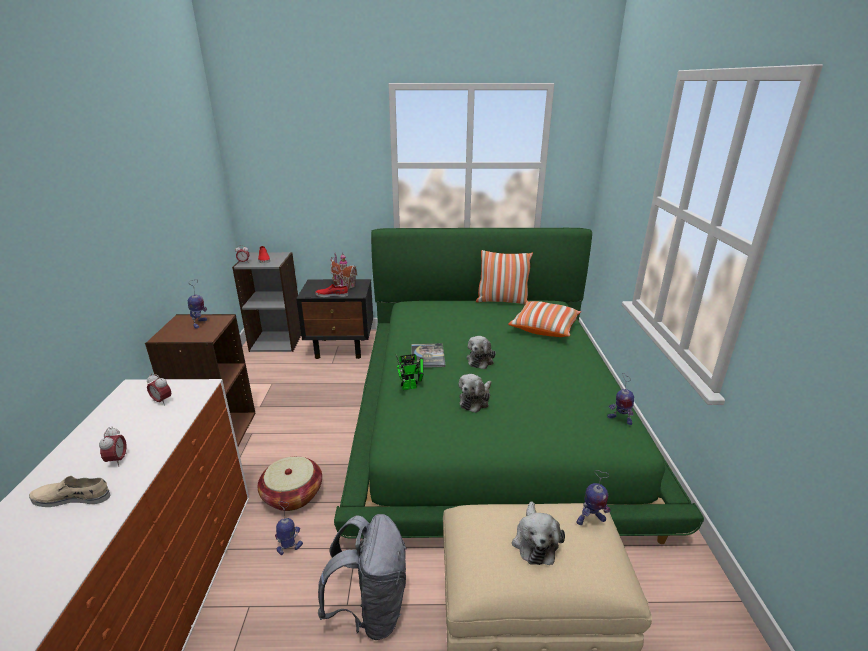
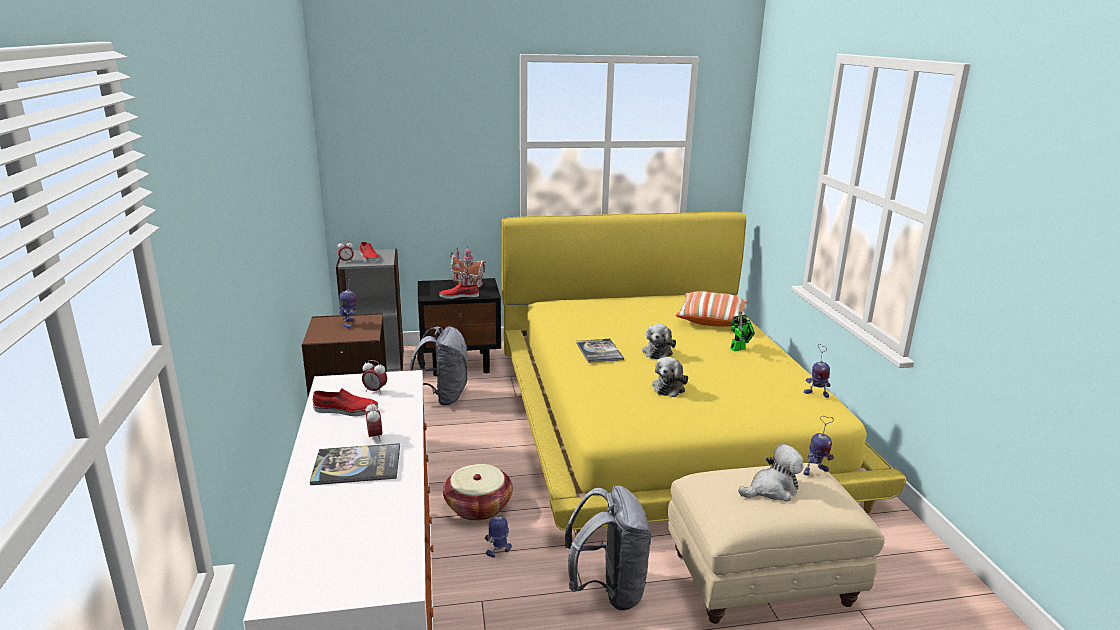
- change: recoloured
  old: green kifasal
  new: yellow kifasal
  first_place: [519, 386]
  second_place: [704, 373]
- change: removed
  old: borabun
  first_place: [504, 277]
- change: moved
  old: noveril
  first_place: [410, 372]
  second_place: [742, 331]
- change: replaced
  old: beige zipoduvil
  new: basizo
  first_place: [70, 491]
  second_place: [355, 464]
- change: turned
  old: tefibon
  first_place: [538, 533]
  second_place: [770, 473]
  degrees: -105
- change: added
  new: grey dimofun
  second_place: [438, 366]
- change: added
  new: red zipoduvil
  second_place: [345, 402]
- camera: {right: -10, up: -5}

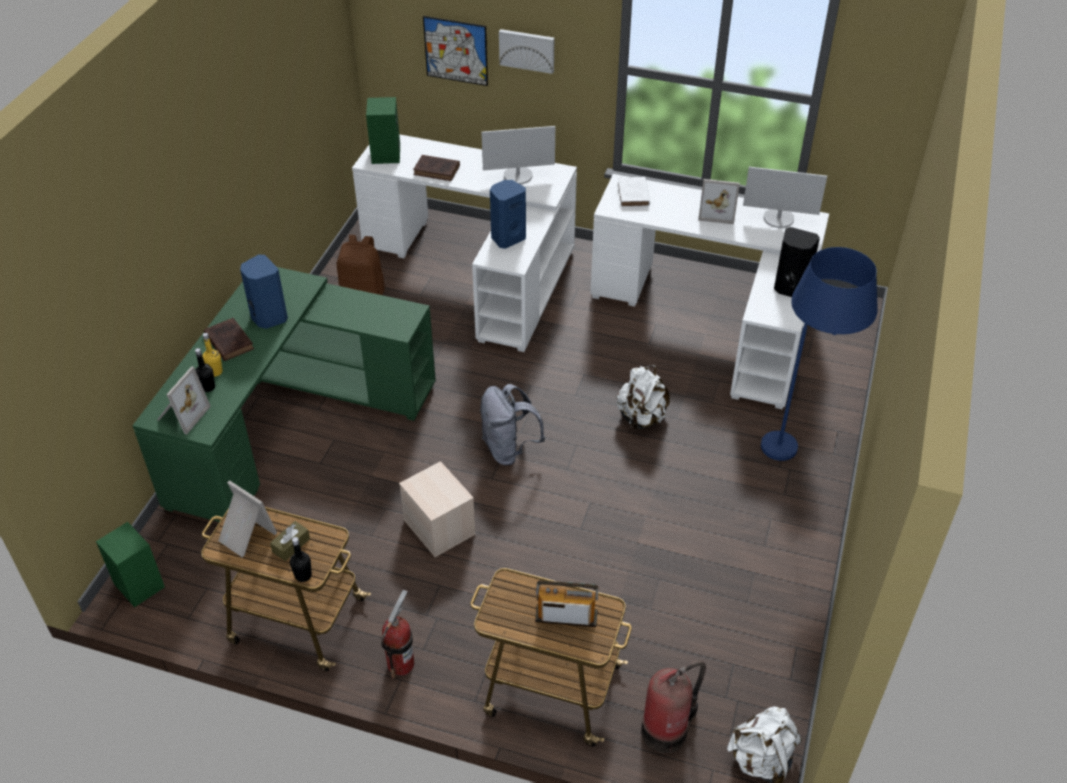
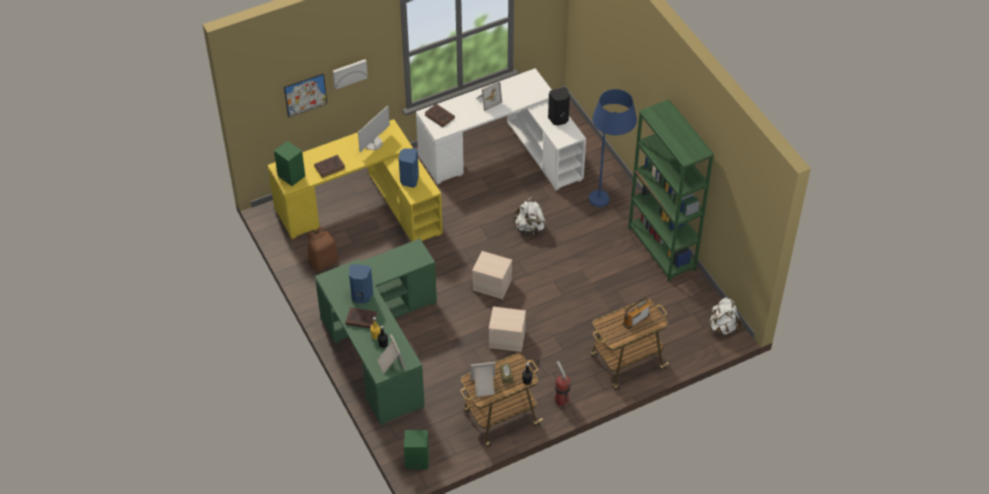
- change: recoloured
  old: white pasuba
  new: yellow pasuba
  first_place: [464, 243]
  second_place: [355, 180]
- change: removed
  old: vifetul
  first_place: [785, 197]
- change: recoloured
  old: white basizo
  new: brown basizo
  first_place: [633, 192]
  second_place: [440, 115]
- change: replaced
  old: grey dimofun
  new: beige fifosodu
  first_place: [512, 425]
  second_place: [492, 275]
- change: removed
  old: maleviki
  first_place: [673, 706]
- change: added
  new: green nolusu
  second_place: [671, 190]
- camera: {right: -45, up: 5}

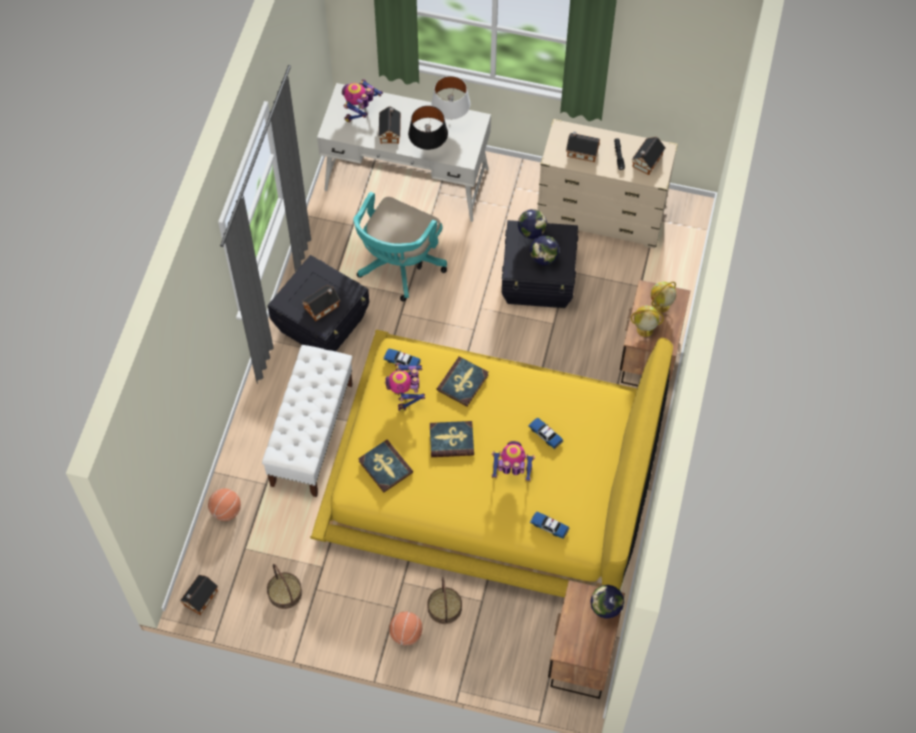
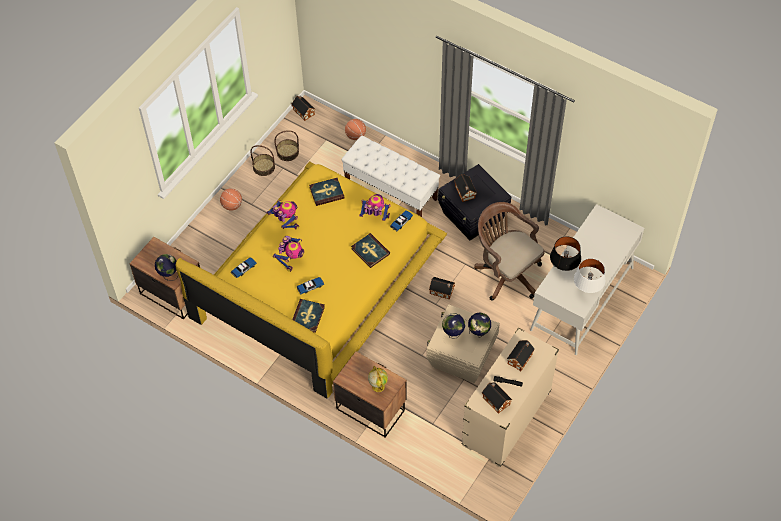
- change: moved
  old: noveril
  first_place: [362, 100]
  second_place: [283, 214]
- change: moved
  old: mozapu
  first_place: [390, 125]
  second_place: [442, 288]
- change: recoloured
  old: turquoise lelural
  new: brown lelural
  first_place: [400, 246]
  second_place: [509, 251]
- change: recoloured
  old: black fifosodu
  new: beige fifosodu
  first_place: [540, 264]
  second_place: [463, 343]
- change: removed
  old: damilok
  first_place: [647, 321]
- change: moved
  old: basizo
  first_place: [452, 439]
  second_place: [308, 316]
- change: moved
  old: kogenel
  first_place: [444, 600]
  second_place: [262, 160]
- camera: {right: 110, up: -5}

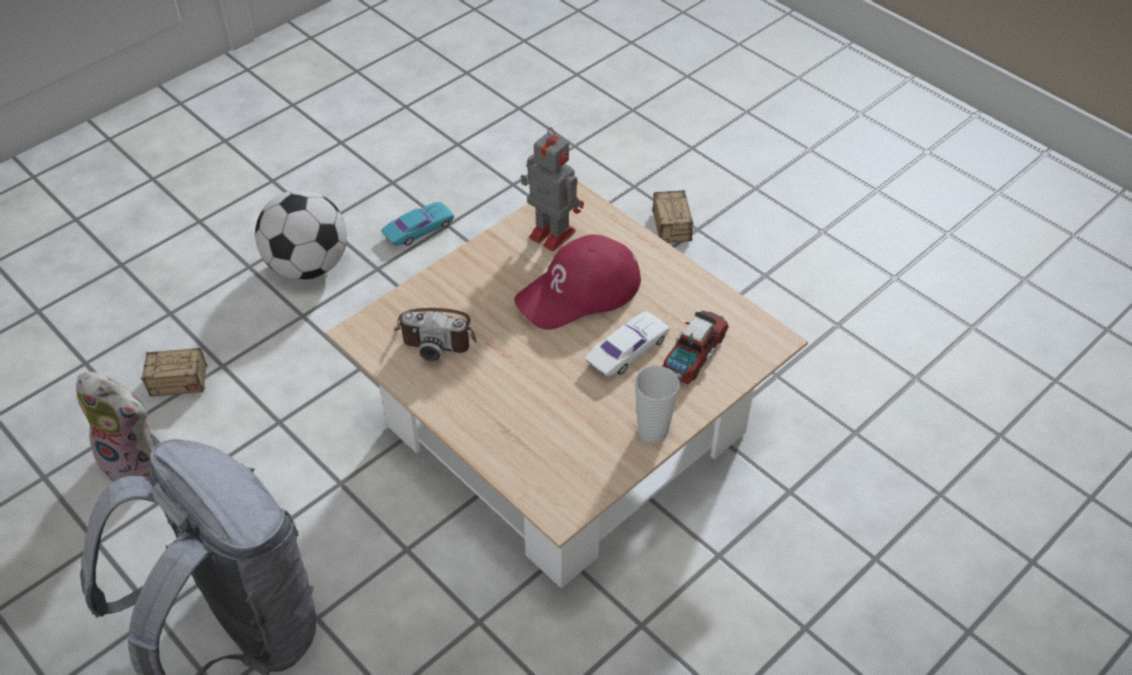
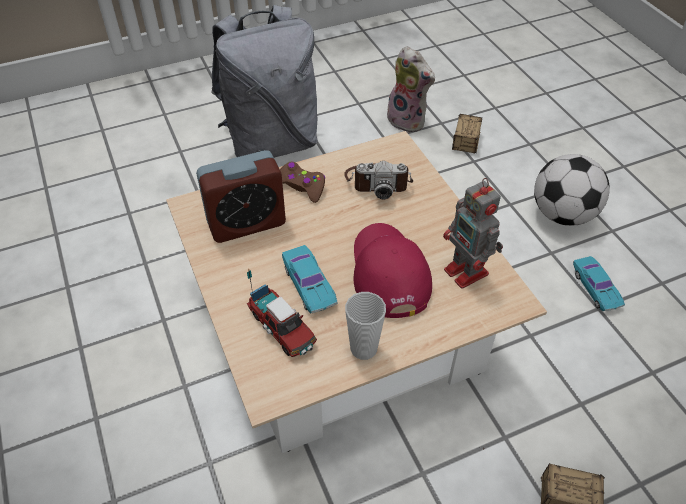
- change: turned
  old: noveril
  first_place: [552, 189]
  second_place: [473, 233]
  degrees: 90
- change: turned
  old: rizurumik
  first_place: [435, 334]
  second_place: [378, 180]
  degrees: -120
- change: recoloured
  old: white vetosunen
  new: turquoise vetosunen
  first_place: [627, 344]
  second_place: [309, 279]
- change: moved
  old: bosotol
  first_place: [657, 404]
  second_place: [365, 326]
- change: turned
  old: tefibon
  first_place: [116, 427]
  second_place: [411, 89]
  degrees: -90
- change: added
  new: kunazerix
  second_place: [241, 196]
- change: added
  new: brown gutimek
  second_place: [303, 182]
- camera: {right: 110, up: 0}

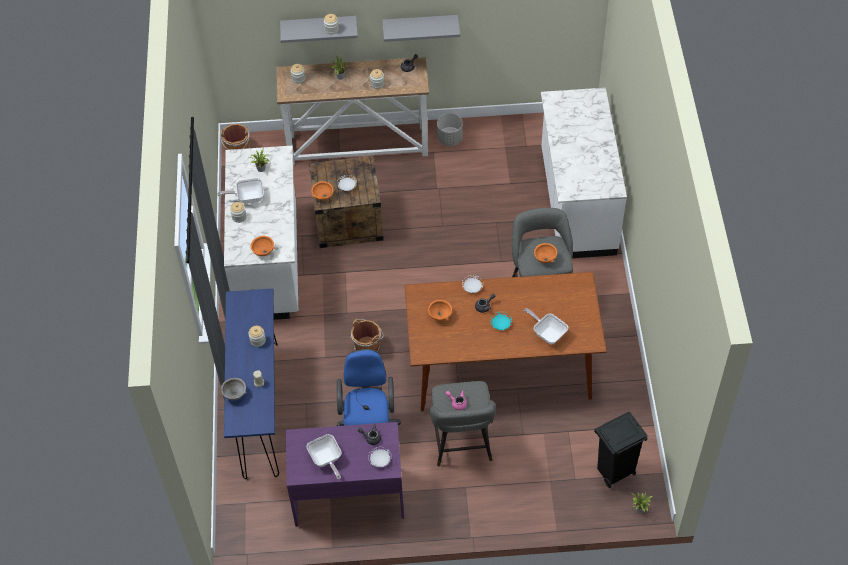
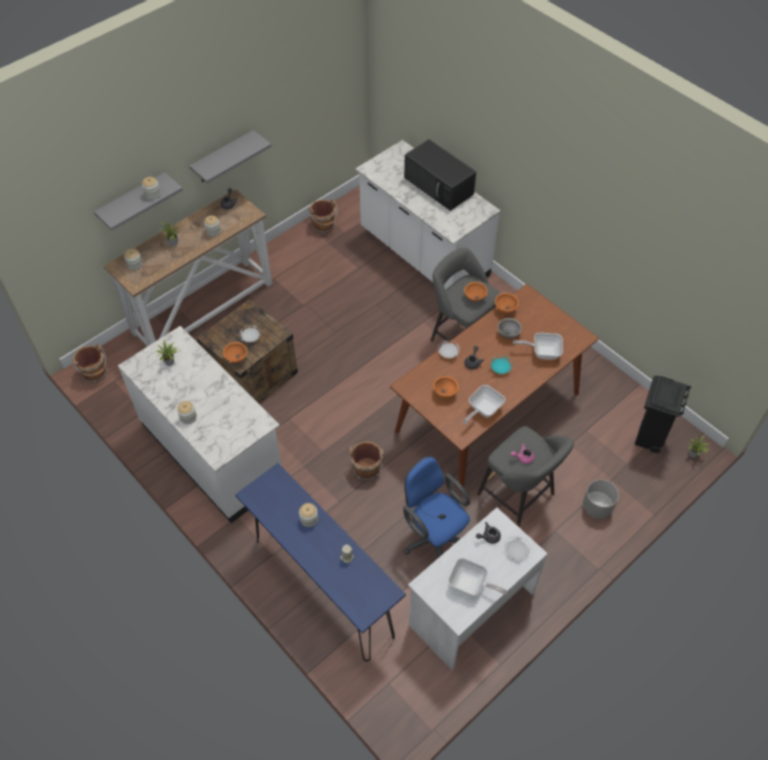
- change: moved
  old: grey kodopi
  first_place: [450, 129]
  second_place: [601, 499]
- change: moved
  old: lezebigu
  first_place: [240, 191]
  second_place: [484, 404]
- change: moved
  old: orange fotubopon
  first_place: [262, 246]
  second_place: [507, 303]
- change: moved
  old: grey fotubopon
  first_place: [233, 389]
  second_place: [509, 328]
- change: recoloured
  old: purple pasuba
  new: white pasuba
  first_place: [345, 474]
  second_place: [478, 588]
- change: added
  new: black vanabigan
  second_place: [440, 175]
- change: added
  new: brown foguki
  second_place: [323, 216]
- camera: {right: -40, up: 0}

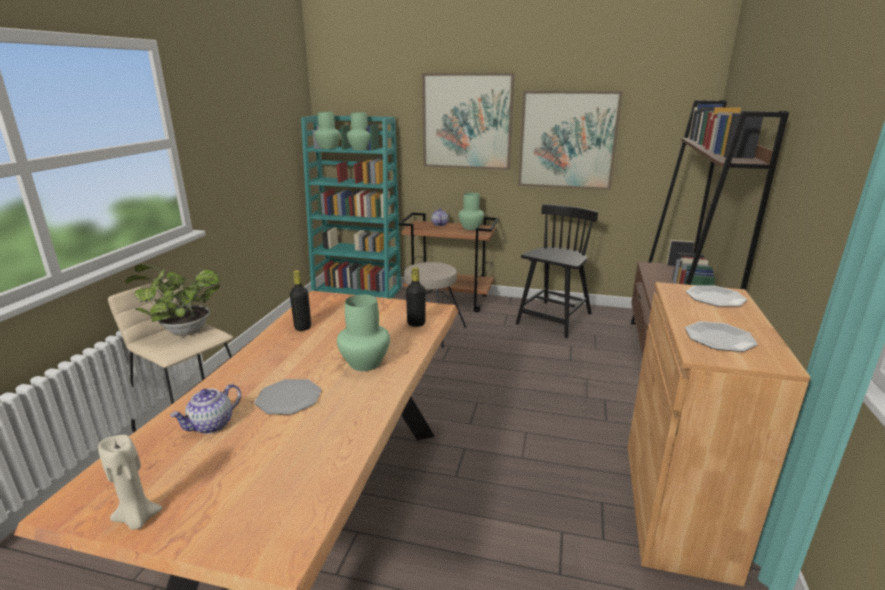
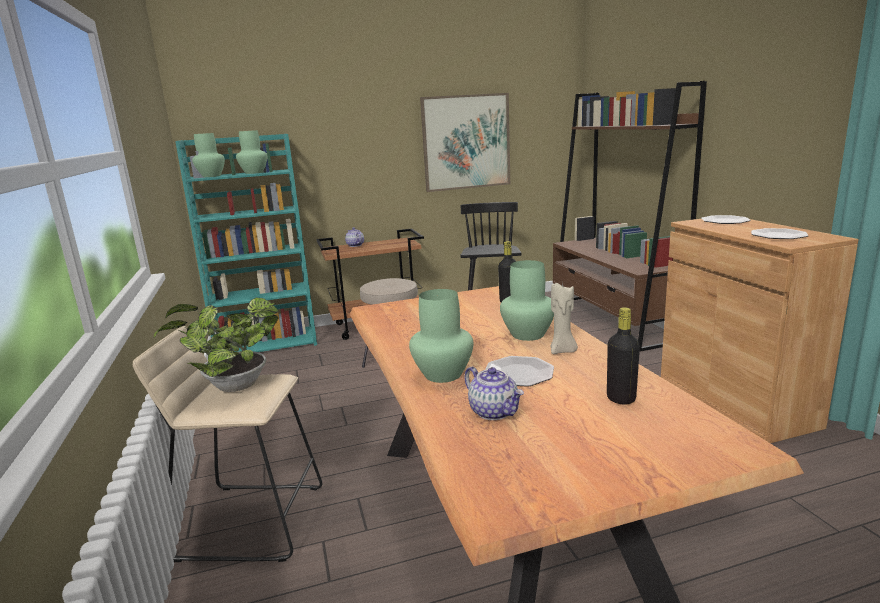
- change: removed
  old: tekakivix
  first_place: [468, 121]
- change: moved
  old: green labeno
  first_place: [471, 211]
  second_place: [441, 336]
- change: moved
  old: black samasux
  first_place: [300, 300]
  second_place: [623, 355]
- change: turned
  old: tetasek
  first_place: [205, 409]
  second_place: [494, 393]
  degrees: -45
- change: moved
  old: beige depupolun
  first_place: [130, 482]
  second_place: [564, 318]
- camera: {right: -30, up: -5}

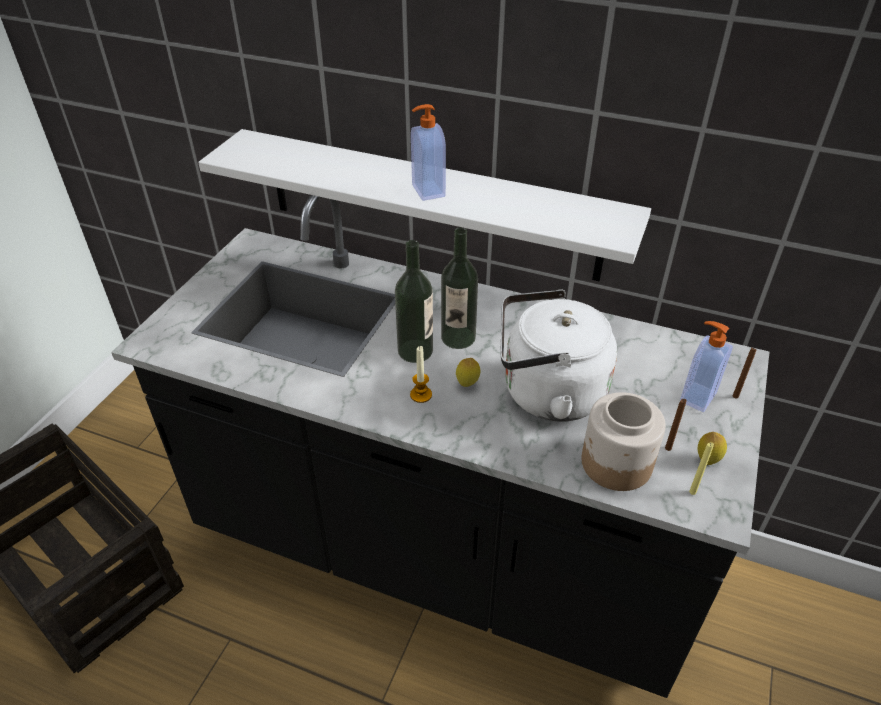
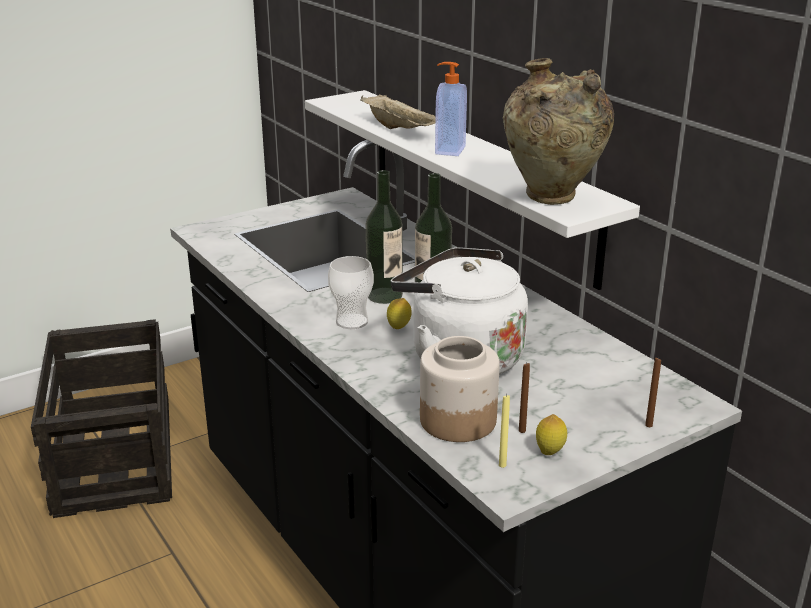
- change: removed
  old: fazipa
  first_place: [706, 366]
- change: replaced
  old: depupolun
  new: bosotol
  first_place: [421, 374]
  second_place: [351, 292]
- change: added
  new: beige labeno
  second_place: [558, 131]
- change: added
  new: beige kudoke
  second_place: [397, 111]
- camera: {right: 35, up: -15}

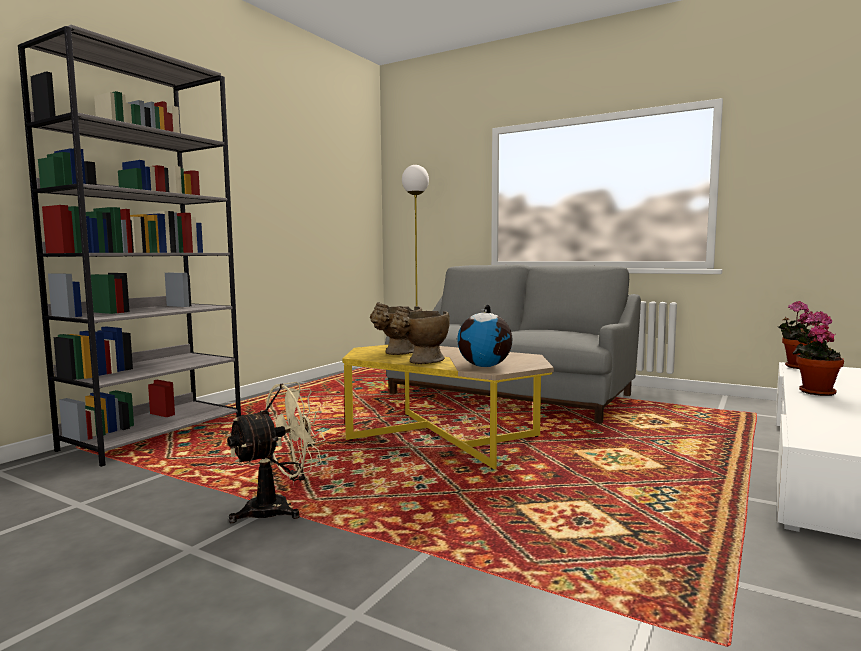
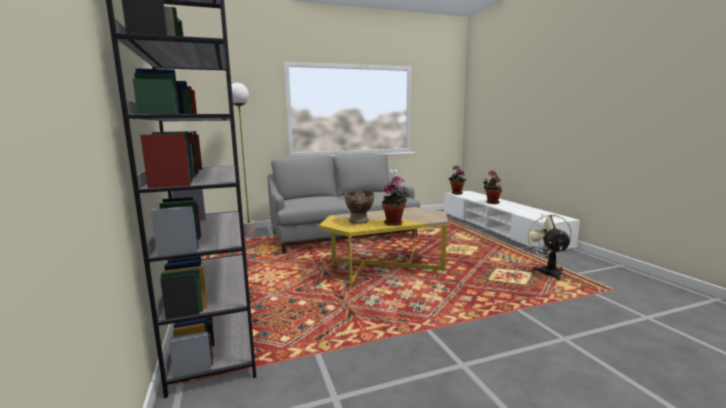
- change: removed
  old: damilok
  first_place: [484, 336]
- change: replaced
  old: beige labeno
  new: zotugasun
  first_place: [420, 335]
  second_place: [395, 201]
- change: moved
  old: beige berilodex
  first_place: [276, 452]
  second_place: [548, 247]
- camera: {right: -50, up: 5}

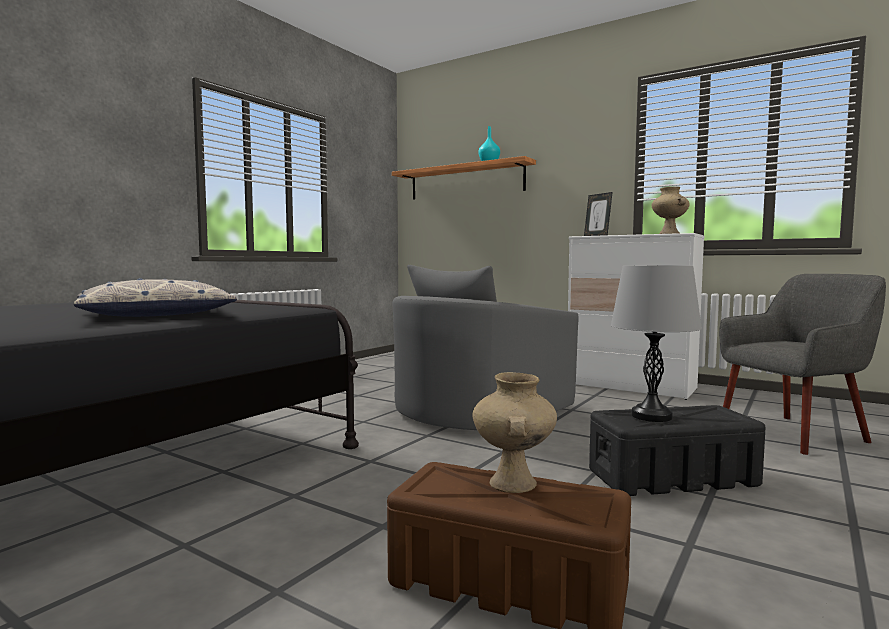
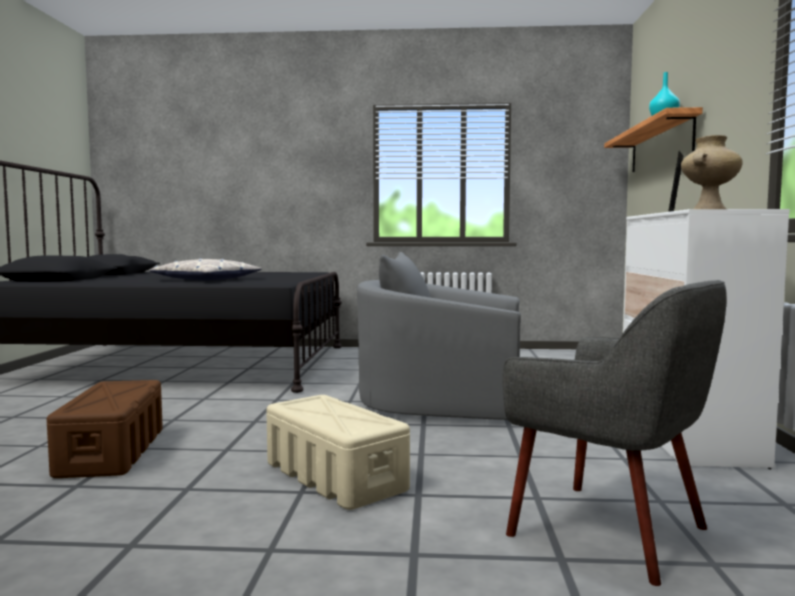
- change: removed
  old: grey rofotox
  first_place: [656, 343]
- change: removed
  old: beige labeno
  first_place: [515, 432]
- change: recoloured
  old: black fifosodu
  new: beige fifosodu
  first_place: [677, 450]
  second_place: [338, 452]
- camera: {right: 60, up: 0}

